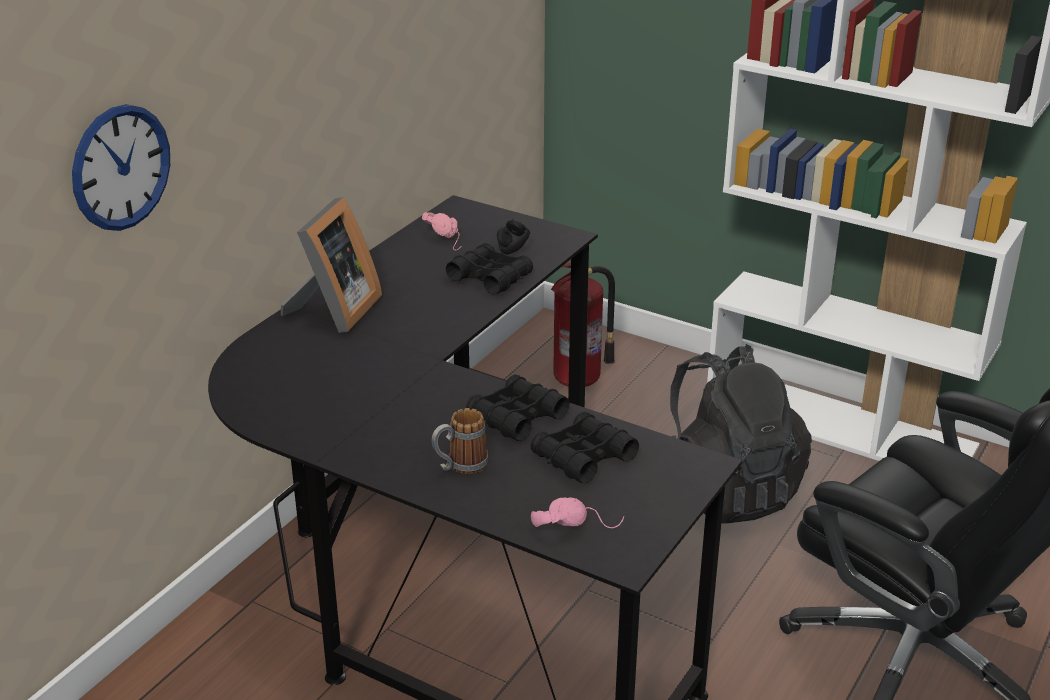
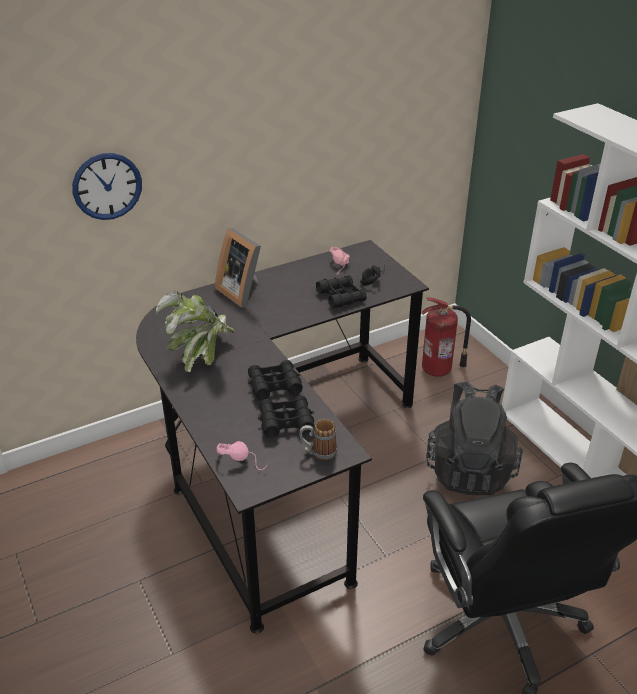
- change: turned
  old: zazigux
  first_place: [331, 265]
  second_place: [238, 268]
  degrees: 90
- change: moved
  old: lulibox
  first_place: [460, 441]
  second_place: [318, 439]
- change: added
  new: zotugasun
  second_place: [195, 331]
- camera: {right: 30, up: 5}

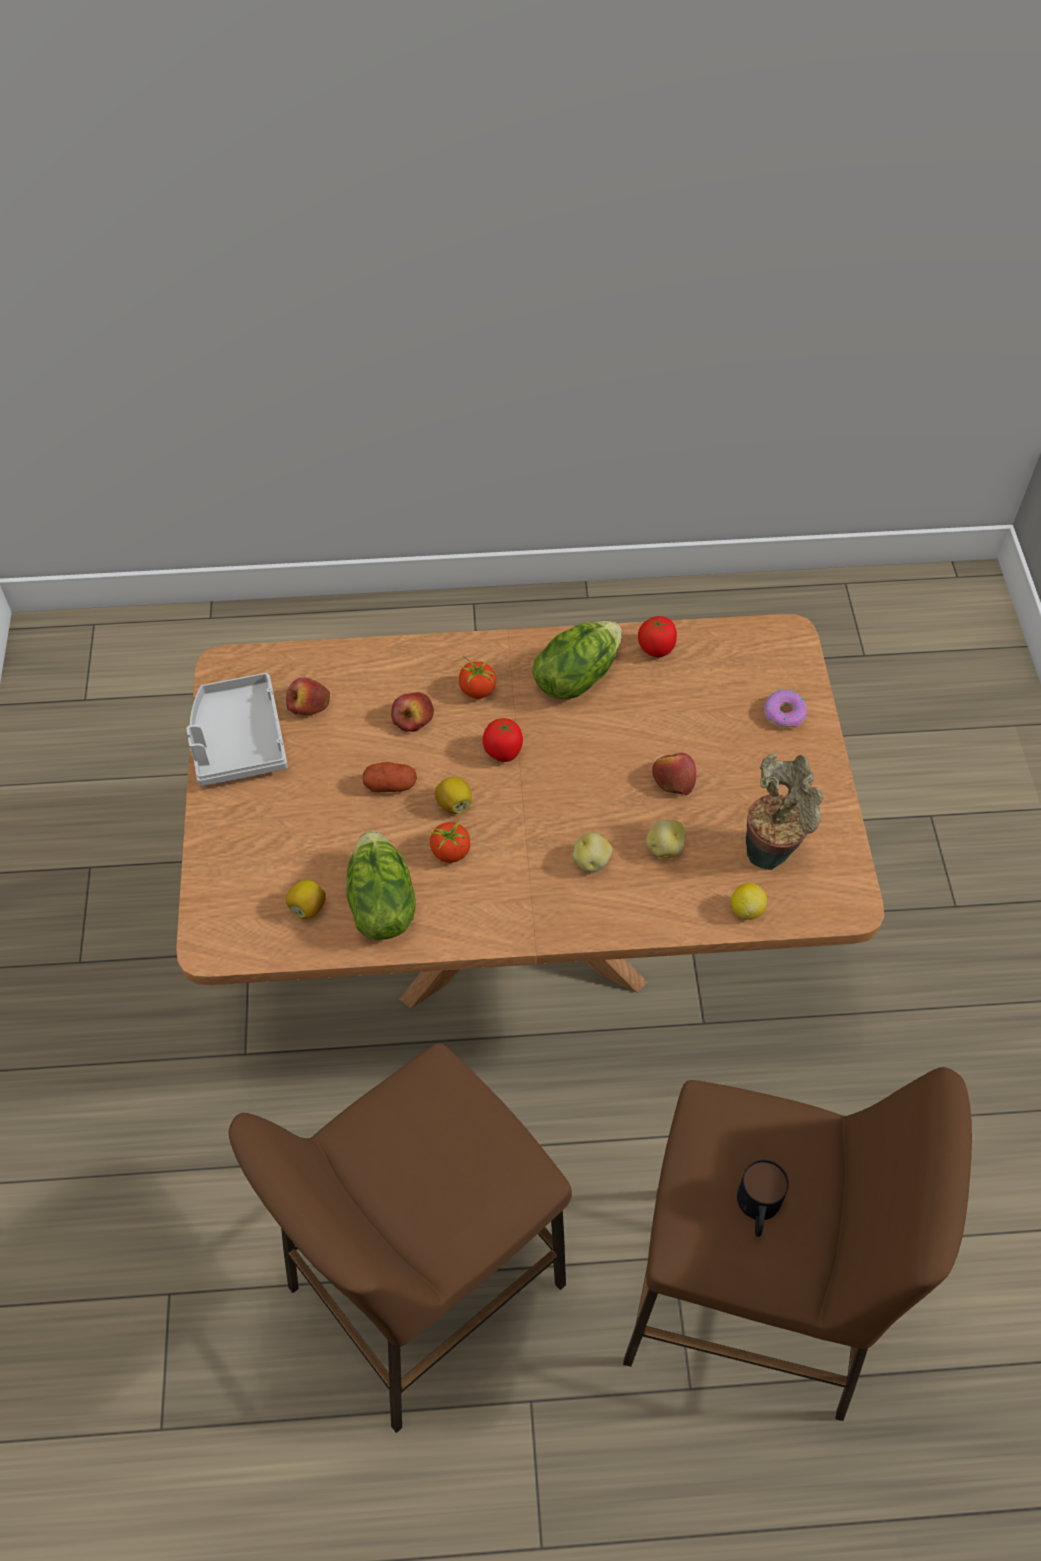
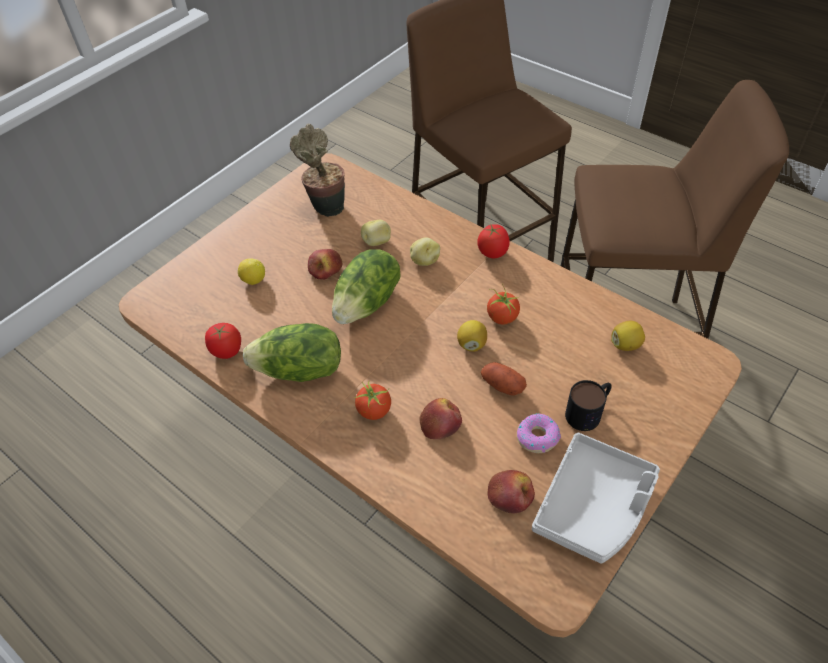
- change: moved
  old: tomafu
  first_place: [785, 709]
  second_place: [539, 433]
- change: moved
  old: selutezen
  first_place: [503, 740]
  second_place: [493, 241]
- change: moved
  old: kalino
  first_place: [380, 885]
  second_place: [366, 286]
- change: moved
  old: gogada
  first_place: [749, 901]
  second_place: [251, 272]
- change: moved
  old: lulibox
  first_place: [763, 1198]
  second_place: [588, 405]
- camera: {right: -135, up: -5}

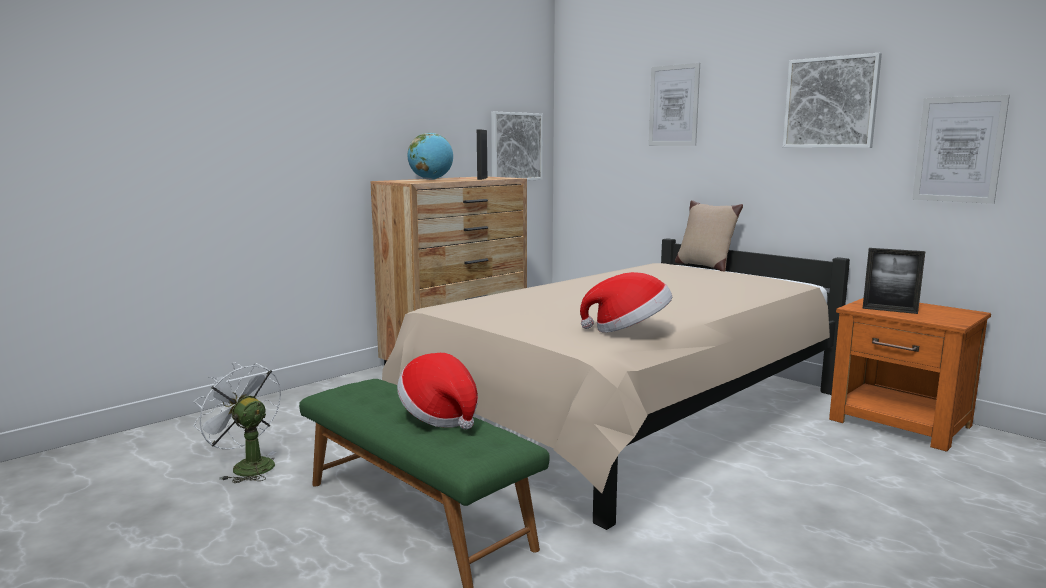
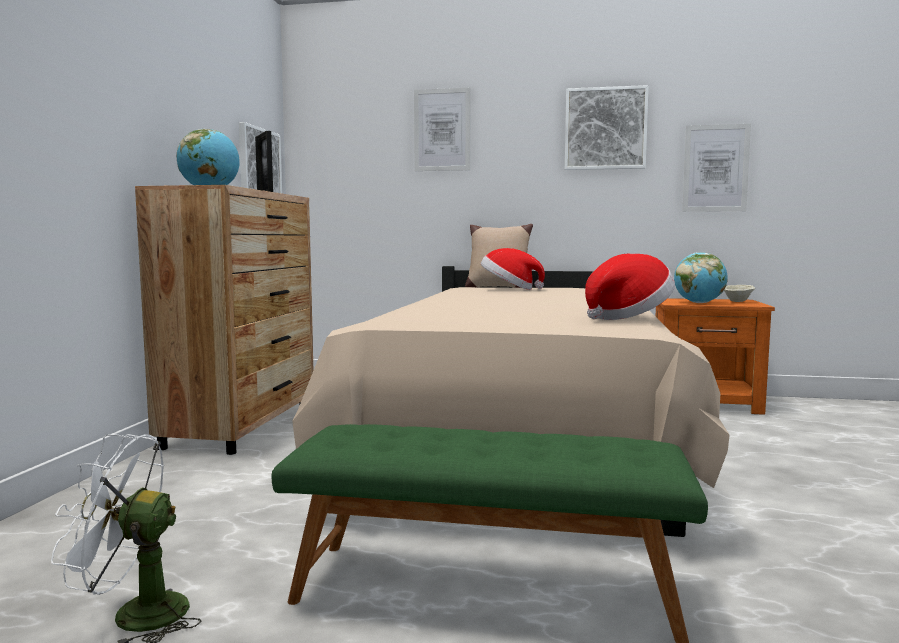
- change: replaced
  old: zazigux
  new: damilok
  first_place: [893, 281]
  second_place: [701, 277]
- change: moved
  old: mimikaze
  first_place: [437, 391]
  second_place: [513, 269]
- change: added
  new: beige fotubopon
  second_place: [739, 293]
- camera: {right: -35, up: -5}

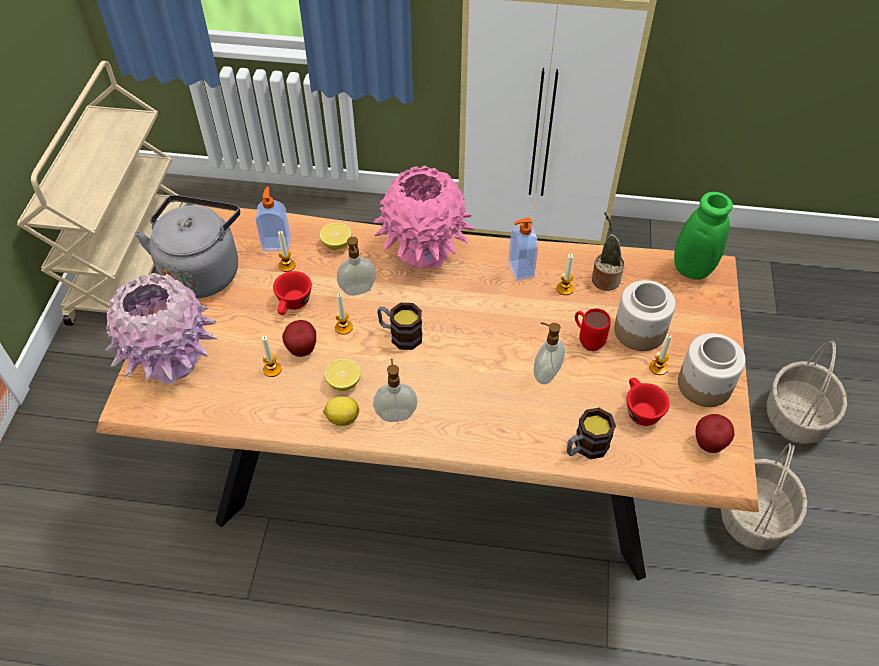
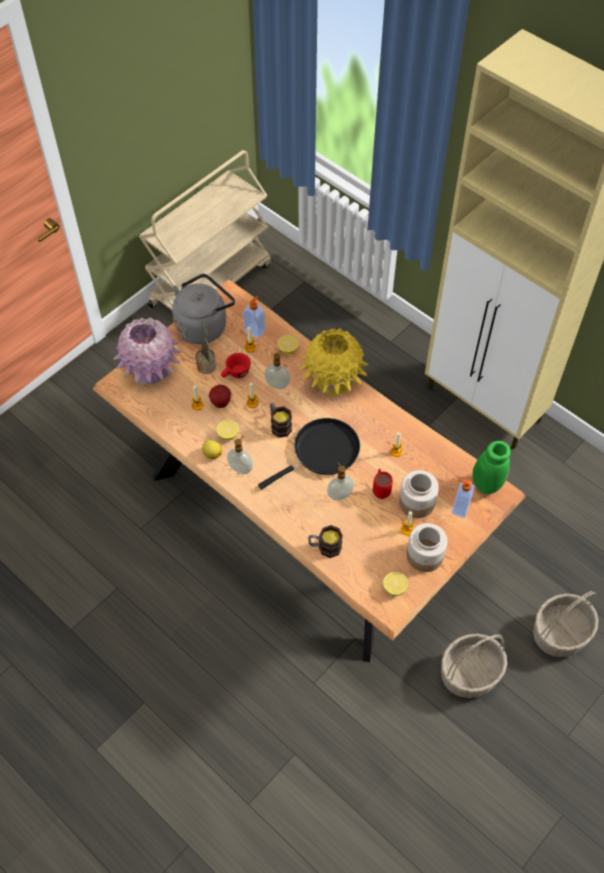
- change: recoloured
  old: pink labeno
  new: yellow labeno
  first_place: [424, 217]
  second_place: [334, 362]
- change: moved
  old: zotugasun
  first_place: [608, 251]
  second_place: [205, 348]
- change: moved
  old: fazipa
  first_place: [523, 249]
  second_place: [463, 498]
- change: removed
  old: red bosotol
  first_place: [648, 402]
- change: replaced
  old: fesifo
  new: gogada
  first_place: [715, 433]
  second_place: [395, 584]
- change: added
  new: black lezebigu
  second_place: [309, 453]
- camera: {right: 35, up: 5}

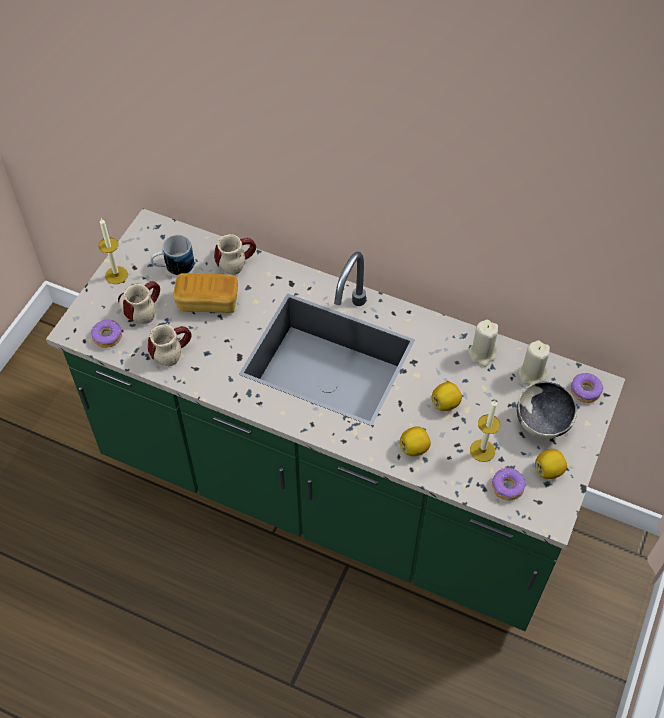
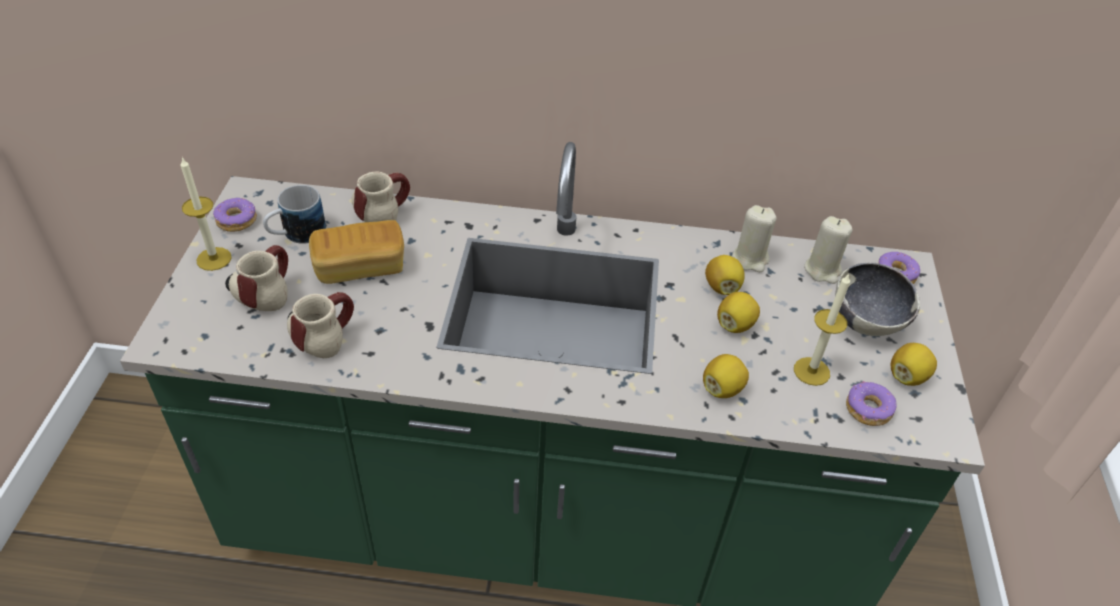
- change: moved
  old: tomafu
  first_place: [106, 334]
  second_place: [235, 215]
- change: added
  new: gogada
  second_place: [725, 275]
- camera: {right: -20, up: -10}

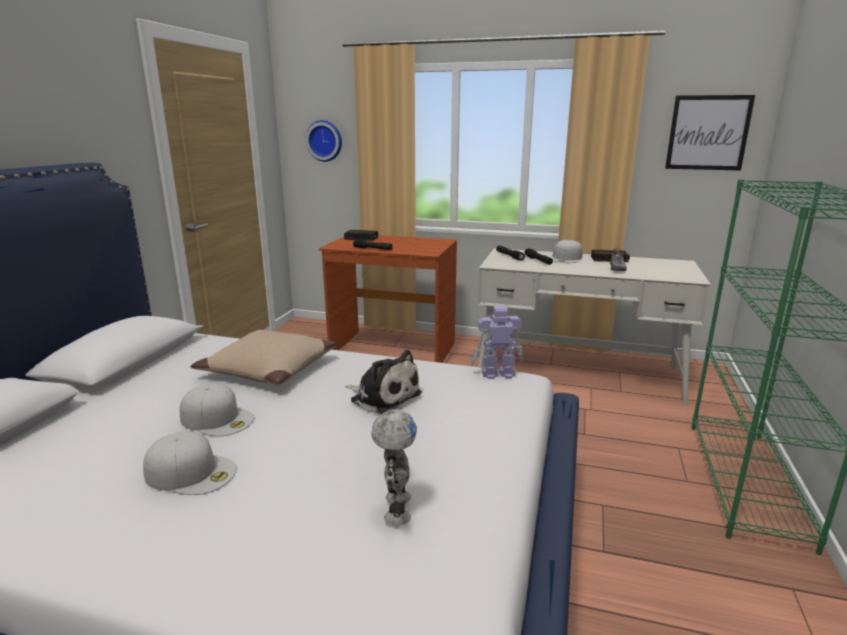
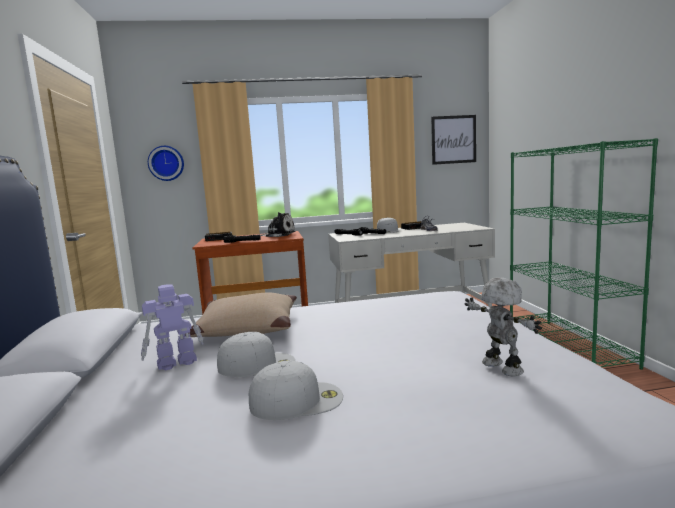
- change: moved
  old: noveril
  first_place: [497, 342]
  second_place: [172, 327]
- change: moved
  old: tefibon
  first_place: [383, 382]
  second_place: [278, 224]
- camera: {right: -25, up: -10}

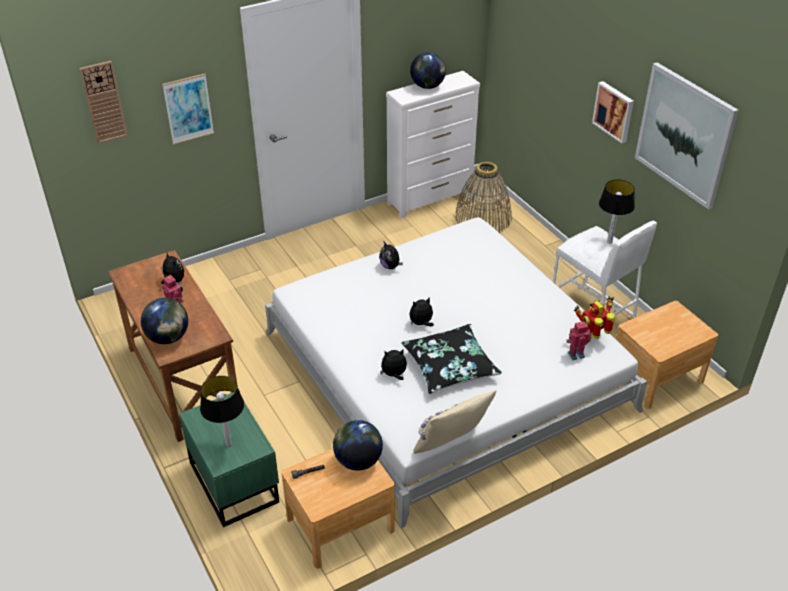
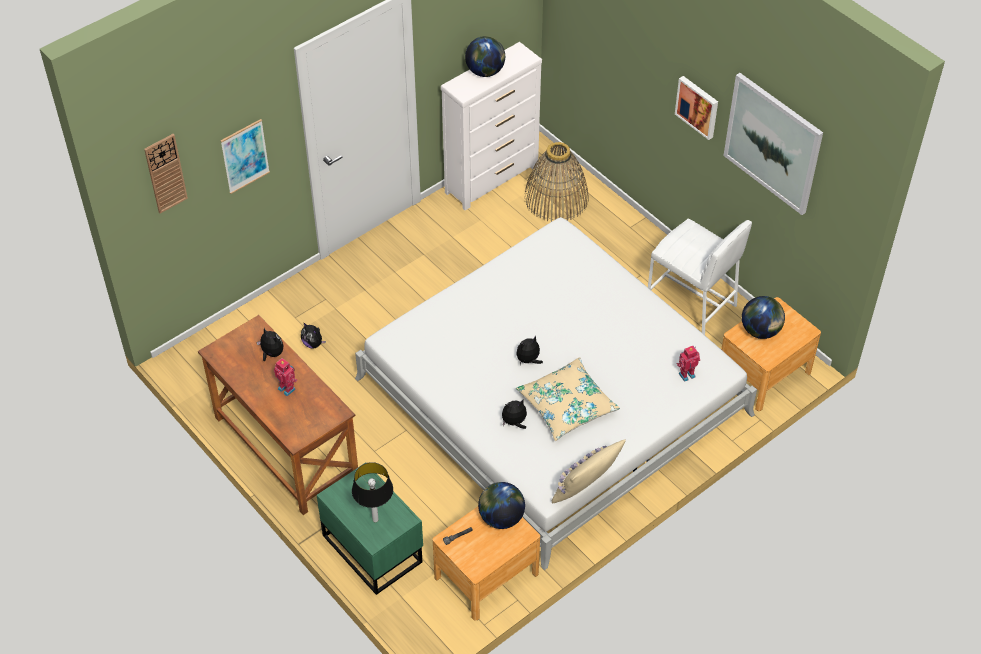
- change: removed
  old: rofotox
  first_place: [617, 211]
- change: moved
  old: tefibon
  first_place: [391, 255]
  second_place: [313, 335]
- change: removed
  old: noveril
  first_place: [594, 319]
- change: moved
  old: damilok
  first_place: [164, 321]
  second_place: [763, 317]
- change: recoloured
  old: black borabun
  new: beige borabun
  first_place: [451, 359]
  second_place: [568, 399]
- camera: {right: -10, up: 10}

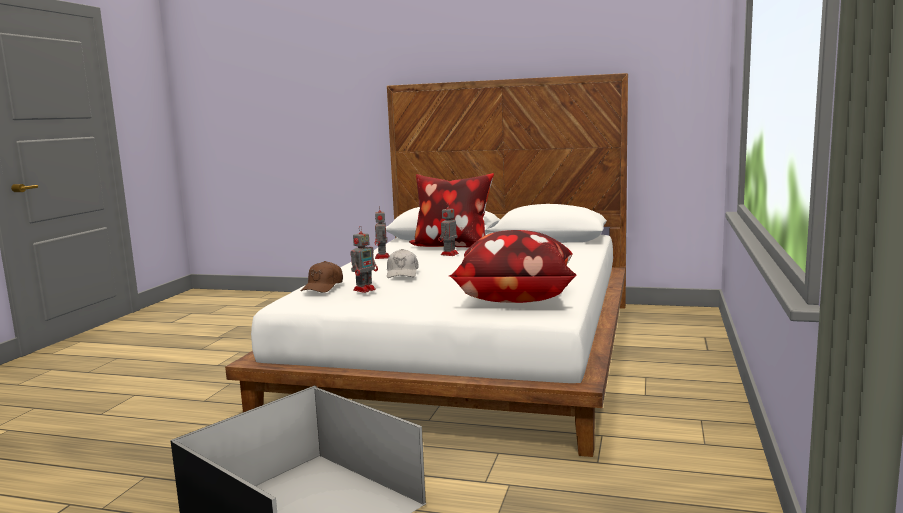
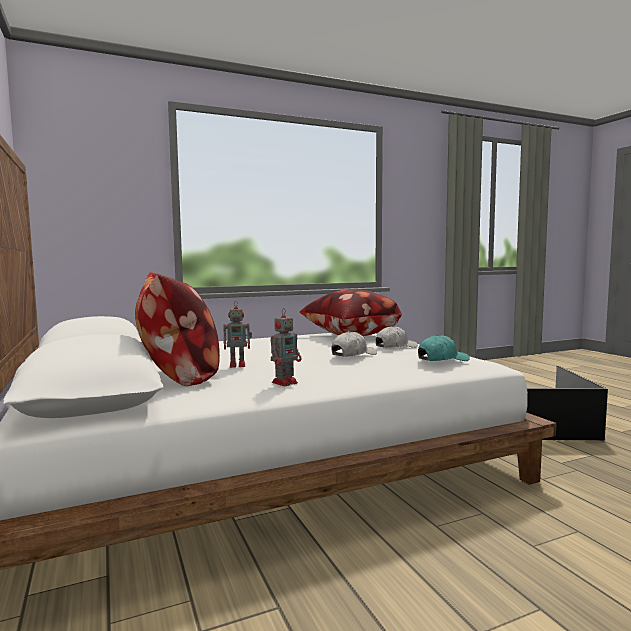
- change: removed
  old: noveril
  first_place: [364, 260]
- change: recoloured
  old: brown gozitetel
  new: turquoise gozitetel
  first_place: [322, 277]
  second_place: [443, 348]
- change: added
  new: white gozitetel
  second_place: [397, 337]
- camera: {right: -130, up: -5}

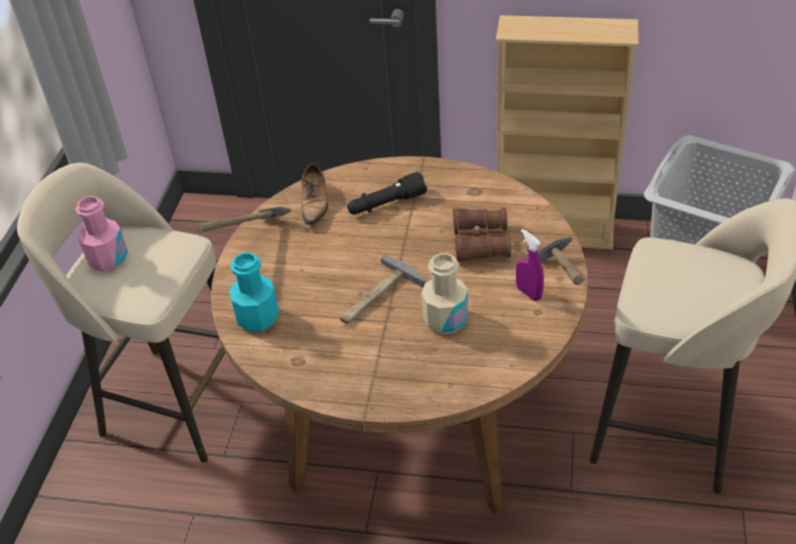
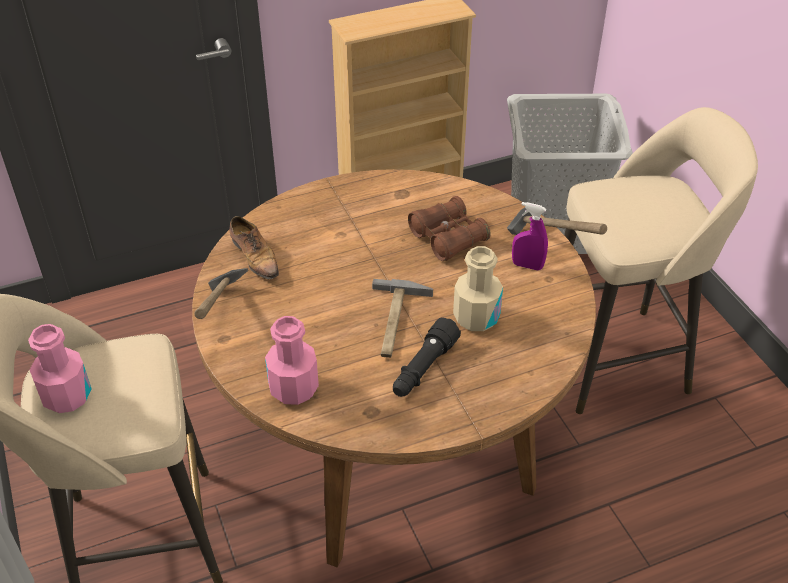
- change: moved
  old: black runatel
  first_place: [387, 193]
  second_place: [427, 357]
- change: recoloured
  old: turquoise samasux
  new: pink samasux
  first_place: [254, 292]
  second_place: [292, 360]
- camera: {right: -35, up: 0}

